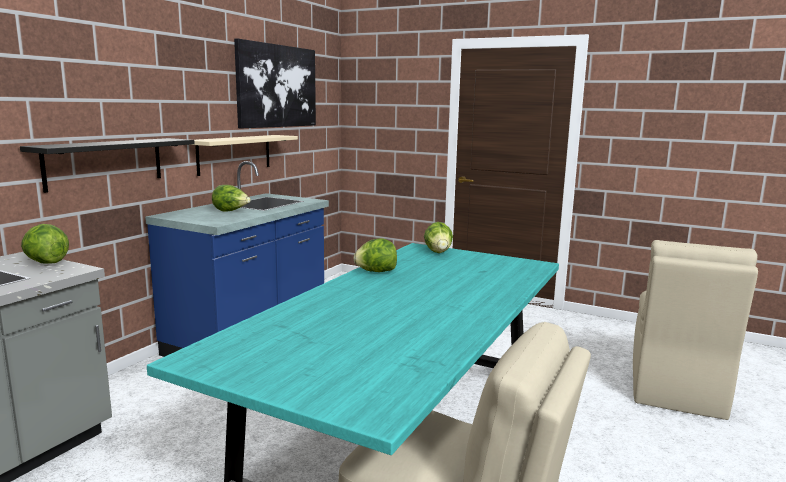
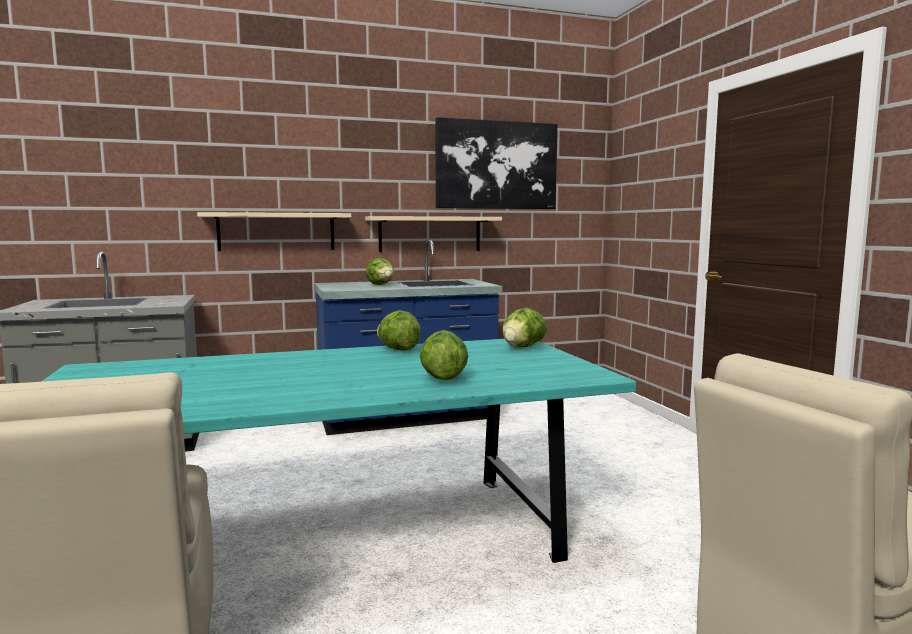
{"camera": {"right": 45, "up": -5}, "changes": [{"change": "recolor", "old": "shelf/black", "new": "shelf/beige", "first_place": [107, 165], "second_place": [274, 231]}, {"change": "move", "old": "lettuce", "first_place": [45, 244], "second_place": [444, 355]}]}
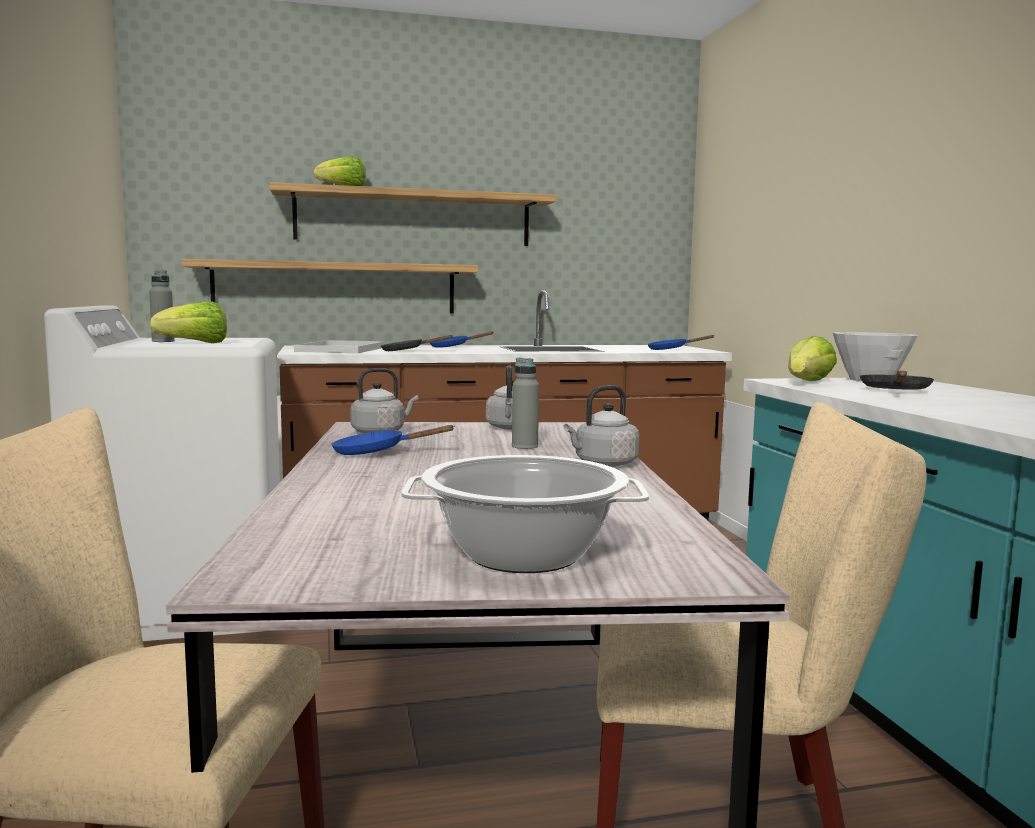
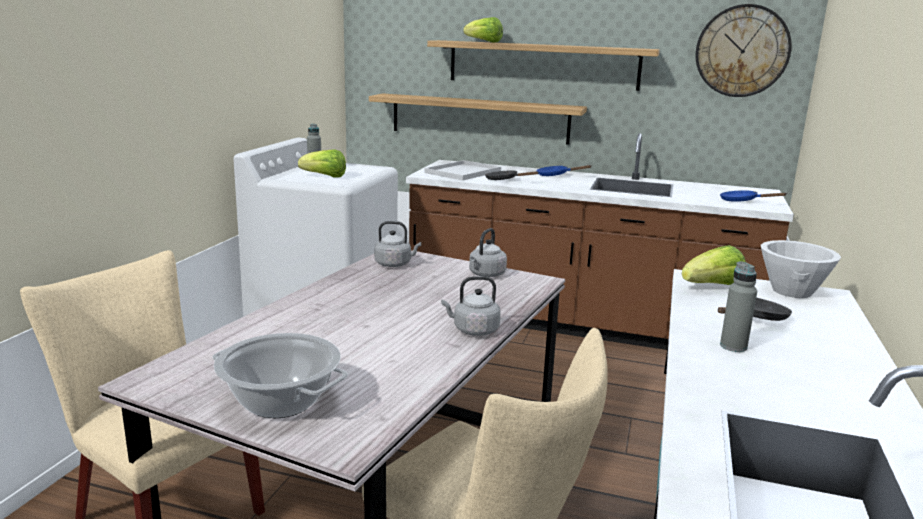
{"camera": {"right": 30, "up": 10}, "changes": [{"change": "delete", "old": "frying pan/blue", "first_place": [393, 440]}, {"change": "move", "old": "bottle/grey", "first_place": [525, 403], "second_place": [738, 306]}, {"change": "insert", "new": "wall clock", "second_place": [744, 50]}]}
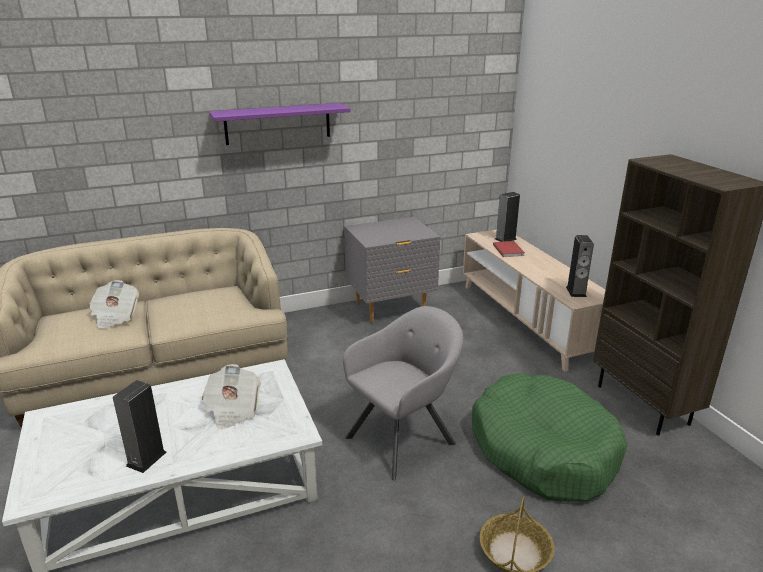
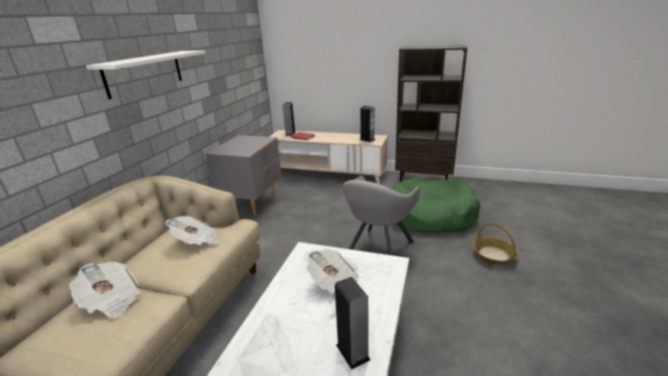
{"camera": {"right": -50, "up": 0}, "changes": [{"change": "recolor", "old": "shelf/purple", "new": "shelf/white", "first_place": [280, 124], "second_place": [145, 74]}, {"change": "rotate", "old": "armchair/grey", "first_place": [403, 393], "second_place": [381, 216], "degrees": -150}, {"change": "insert", "new": "newspaper", "second_place": [192, 230]}]}
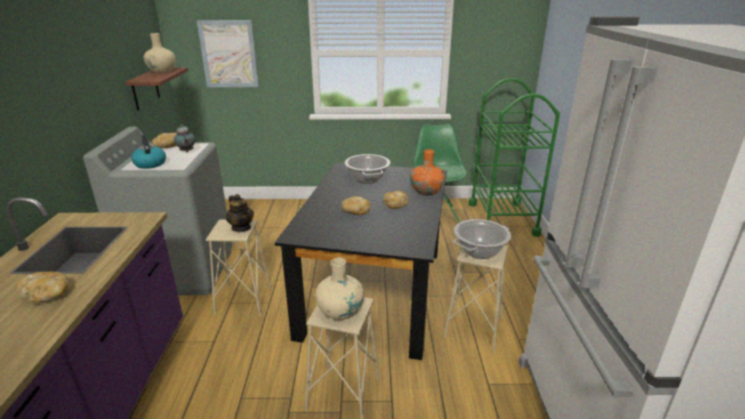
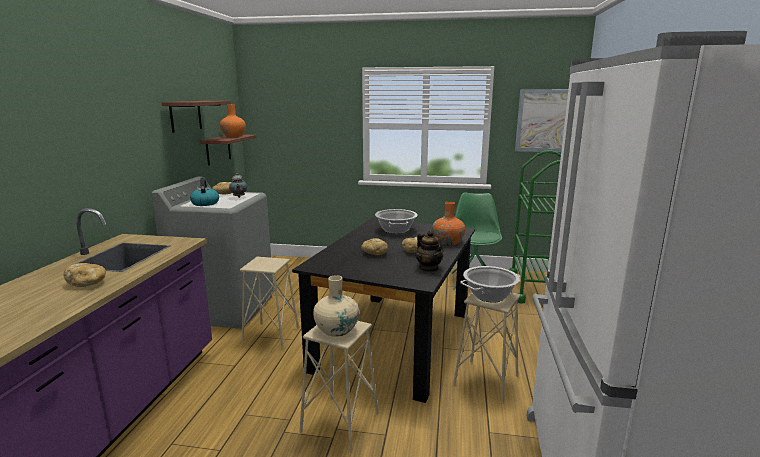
{"camera": {"right": 10, "up": -10}, "changes": [{"change": "recolor", "old": "vase/beige", "new": "vase/orange", "first_place": [159, 53], "second_place": [233, 120]}, {"change": "move", "old": "picture", "first_place": [228, 53], "second_place": [541, 120]}, {"change": "move", "old": "teapot", "first_place": [240, 213], "second_place": [429, 251]}, {"change": "insert", "new": "shelf", "second_place": [196, 117]}]}
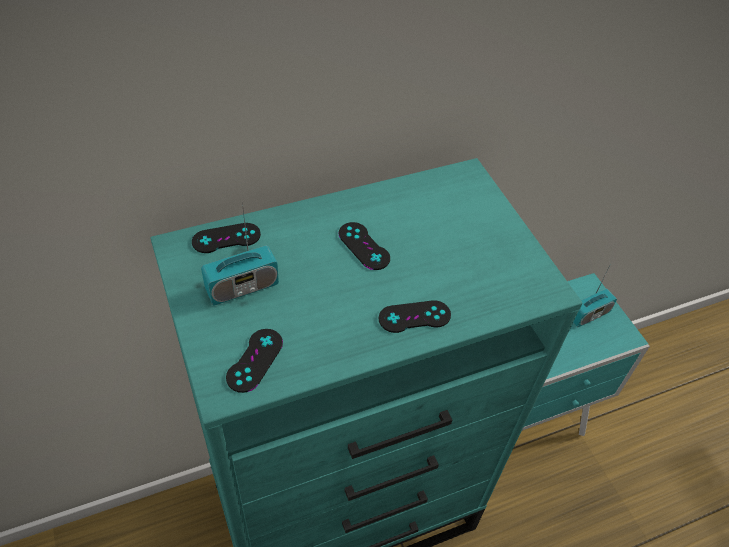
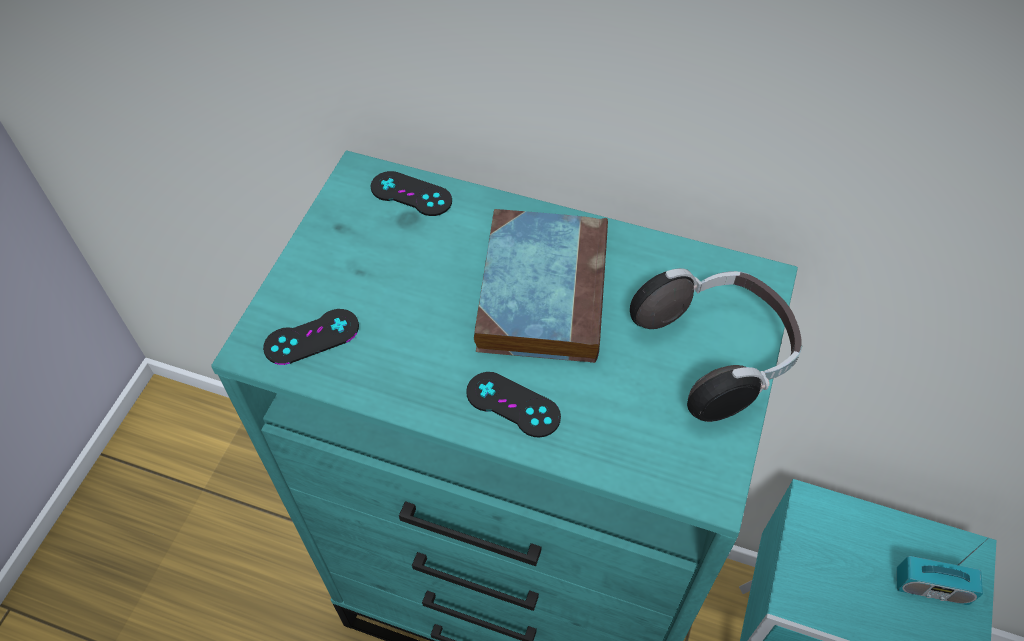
{"camera": {"right": 45, "up": 5}, "changes": [{"change": "delete", "old": "radio", "first_place": [240, 253]}, {"change": "replace", "old": "game controller/black", "new": "book", "first_place": [364, 246], "second_place": [541, 286]}, {"change": "insert", "new": "headphones", "second_place": [716, 345]}]}
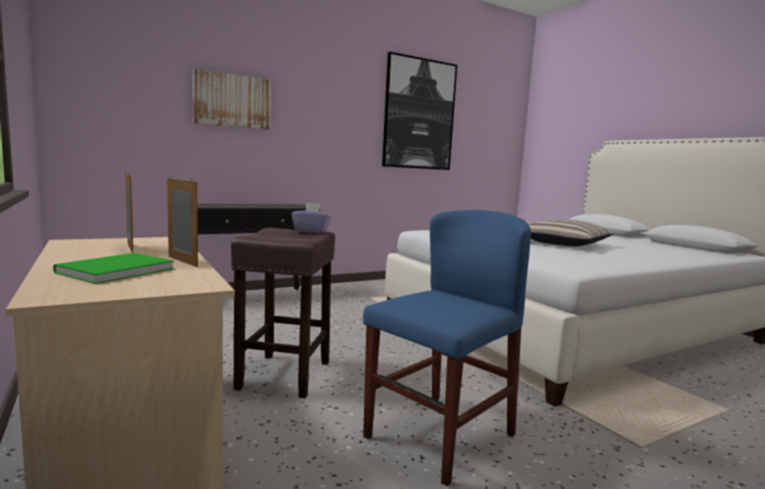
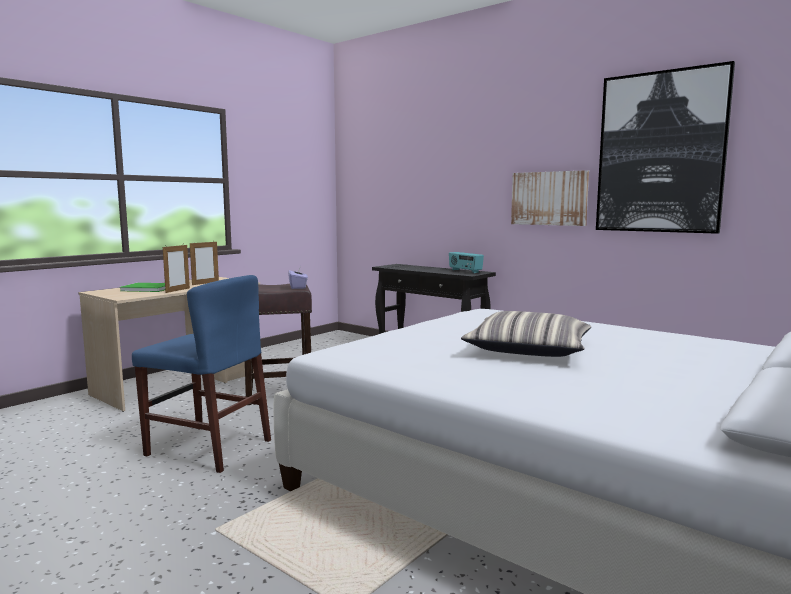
{"camera": {"right": 70, "up": 0}, "changes": [{"change": "move", "old": "picture", "first_place": [232, 99], "second_place": [550, 198]}, {"change": "insert", "new": "radio", "second_place": [466, 262]}]}
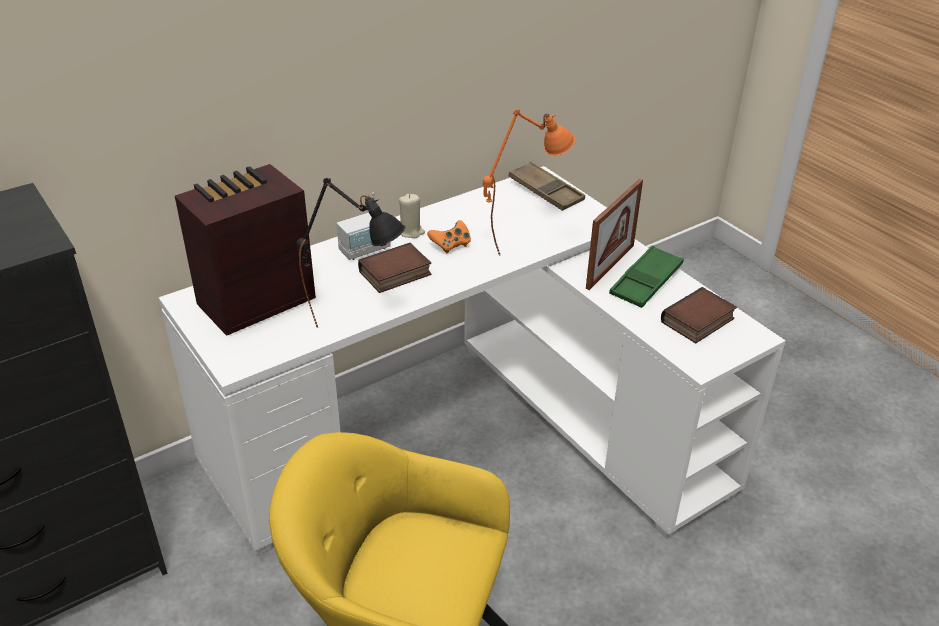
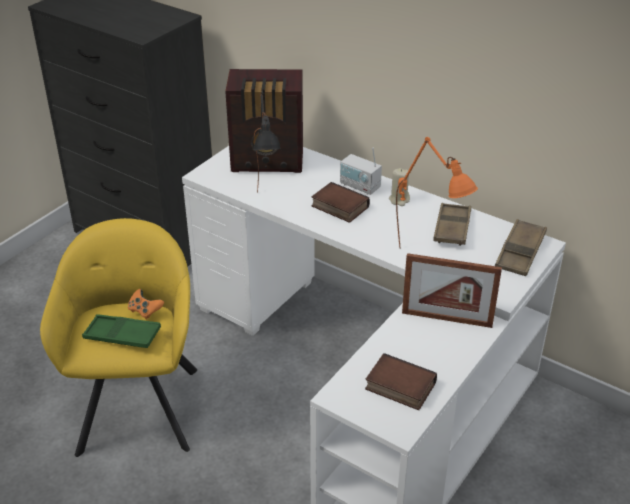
{"camera": {"right": 70, "up": 0}, "changes": [{"change": "rotate", "old": "radio", "first_place": [245, 250], "second_place": [264, 121], "degrees": 150}, {"change": "move", "old": "game controller/orange", "first_place": [449, 237], "second_place": [146, 304]}, {"change": "move", "old": "tray/green", "first_place": [646, 276], "second_place": [121, 331]}, {"change": "insert", "new": "tray/brown", "second_place": [452, 224]}]}
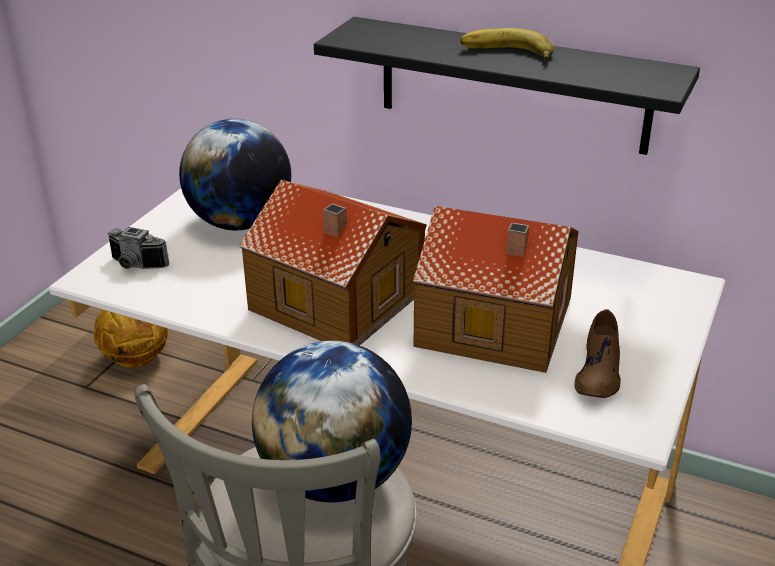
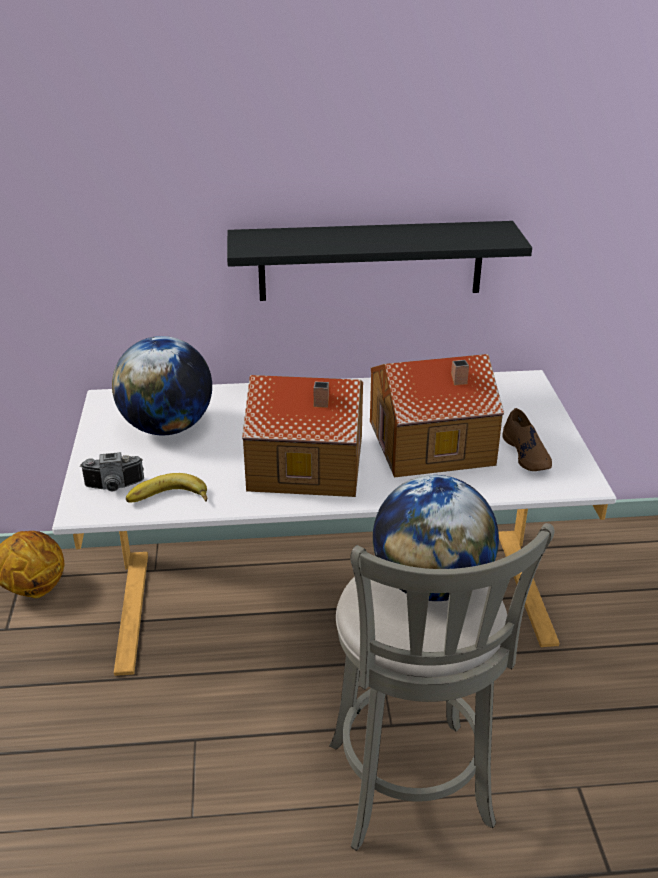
{"camera": {"right": -30, "up": 0}, "changes": [{"change": "move", "old": "banana", "first_place": [507, 44], "second_place": [167, 488]}]}
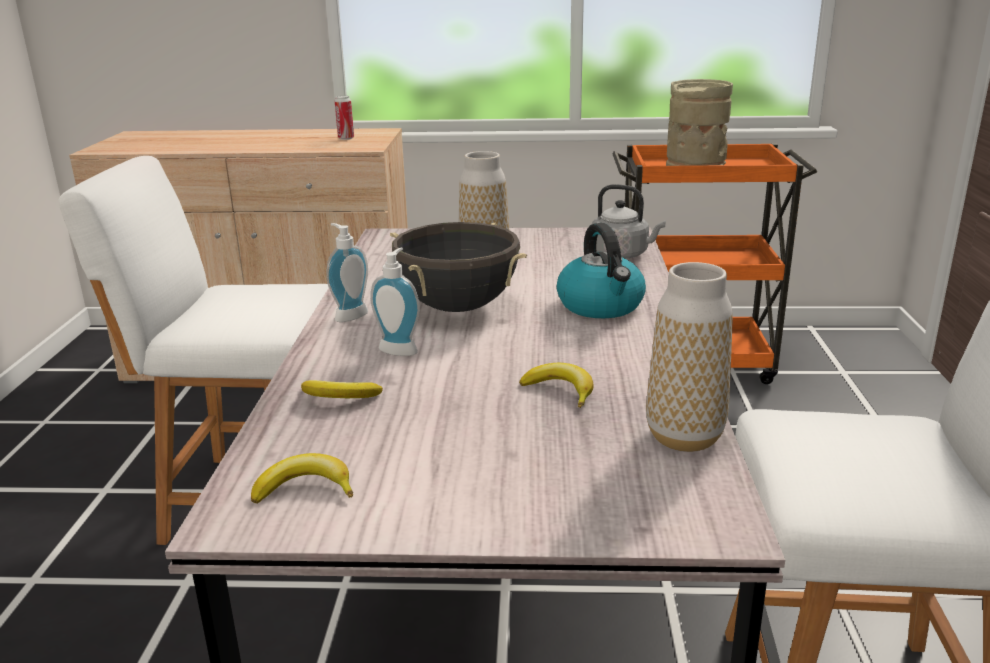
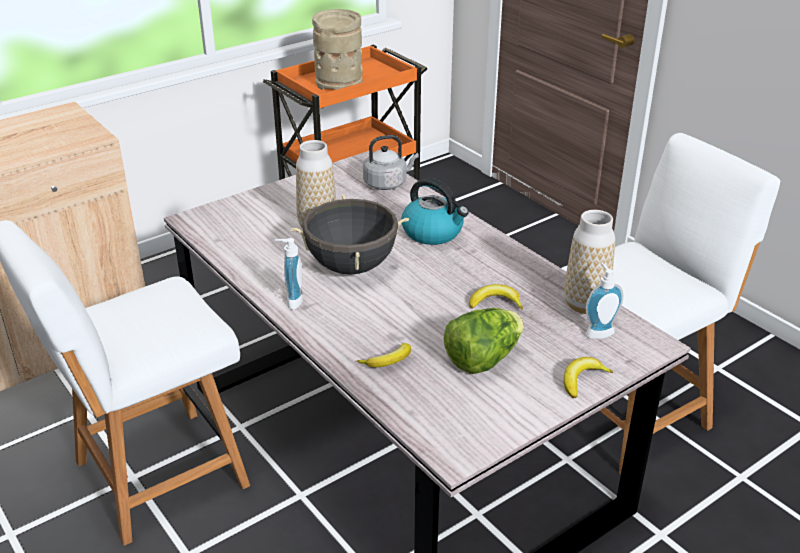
{"camera": {"right": -40, "up": 10}, "changes": [{"change": "move", "old": "banana", "first_place": [302, 478], "second_place": [588, 377]}, {"change": "delete", "old": "can", "first_place": [344, 118]}, {"change": "move", "old": "soap dispenser", "first_place": [395, 302], "second_place": [604, 301]}, {"change": "insert", "new": "lettuce", "second_place": [484, 341]}]}
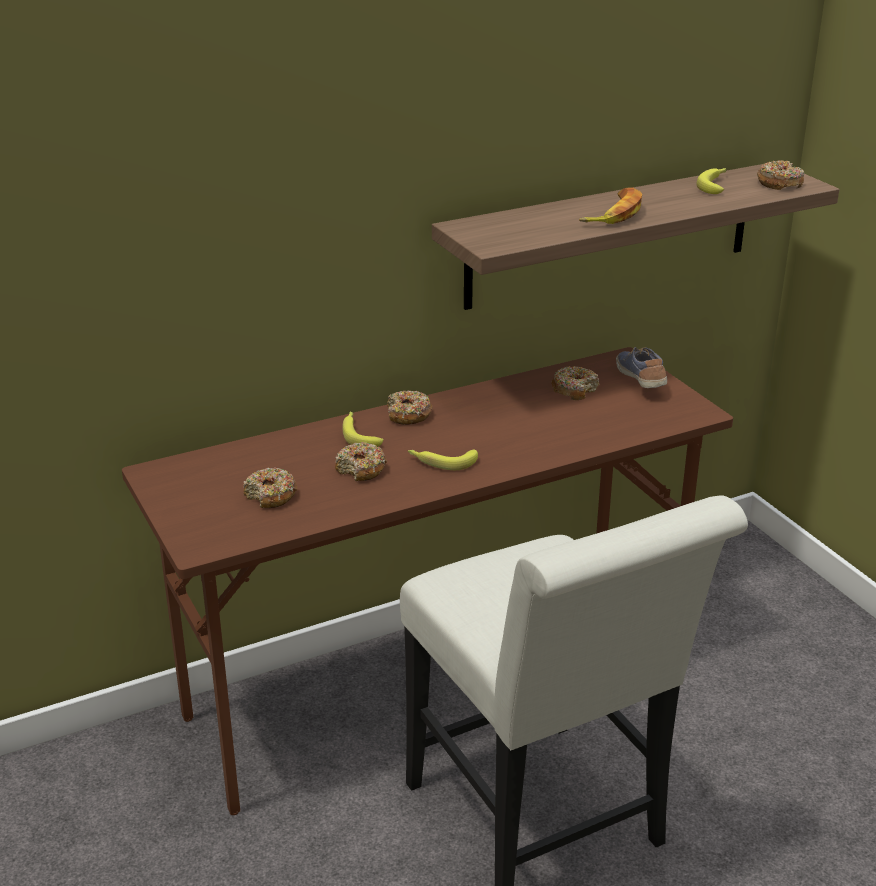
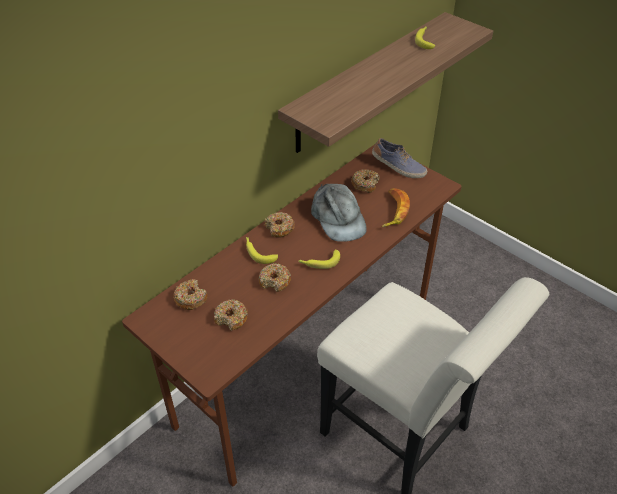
{"camera": {"right": -20, "up": 15}, "changes": [{"change": "move", "old": "banana", "first_place": [610, 205], "second_place": [395, 207]}, {"change": "rotate", "old": "shoe", "first_place": [641, 367], "second_place": [400, 158], "degrees": 150}, {"change": "move", "old": "donut", "first_place": [780, 175], "second_place": [190, 294]}, {"change": "insert", "new": "cap/grey", "second_place": [339, 213]}]}
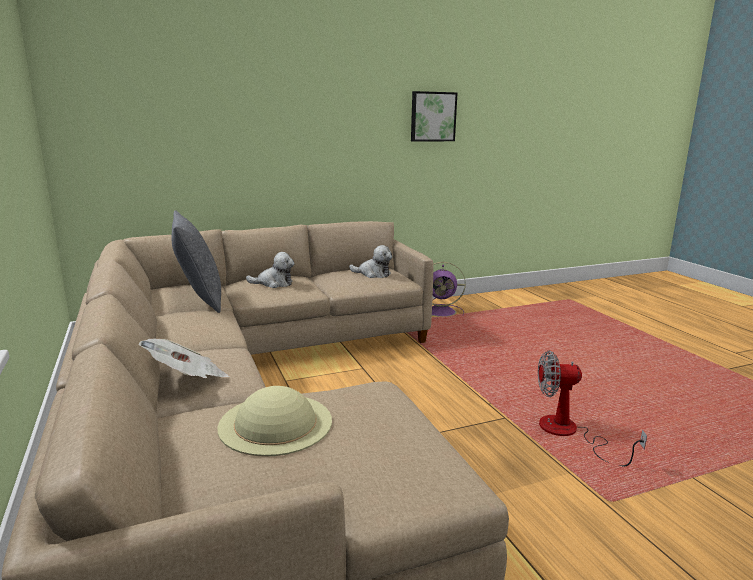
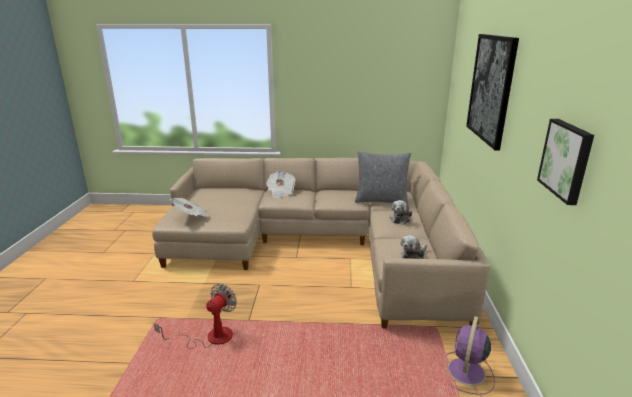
{"camera": {"right": 115, "up": 5}, "changes": [{"change": "delete", "old": "hat/beige", "first_place": [275, 421]}, {"change": "insert", "new": "newspaper", "second_place": [189, 207]}, {"change": "insert", "new": "picture", "second_place": [492, 92]}]}
